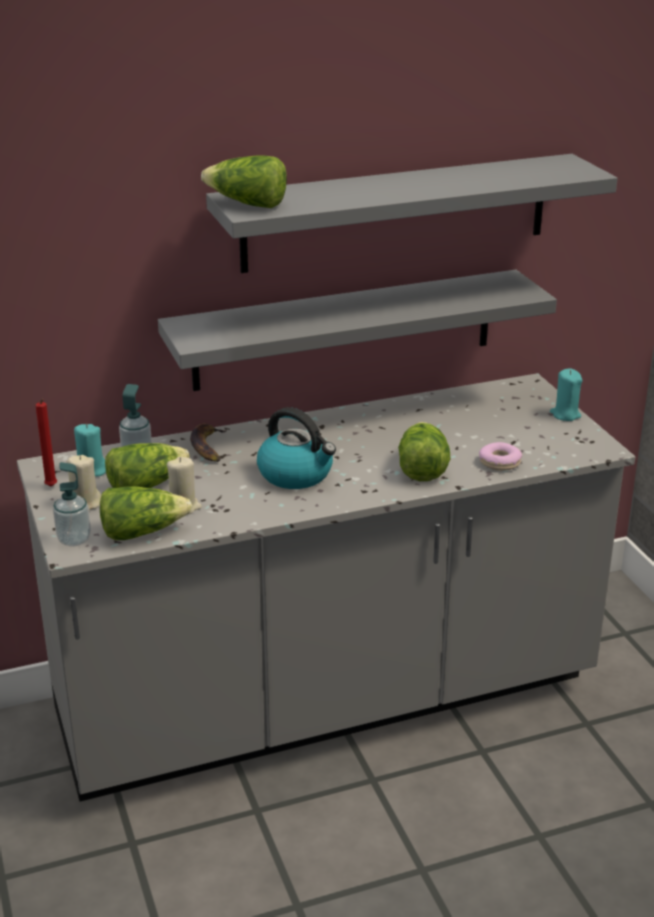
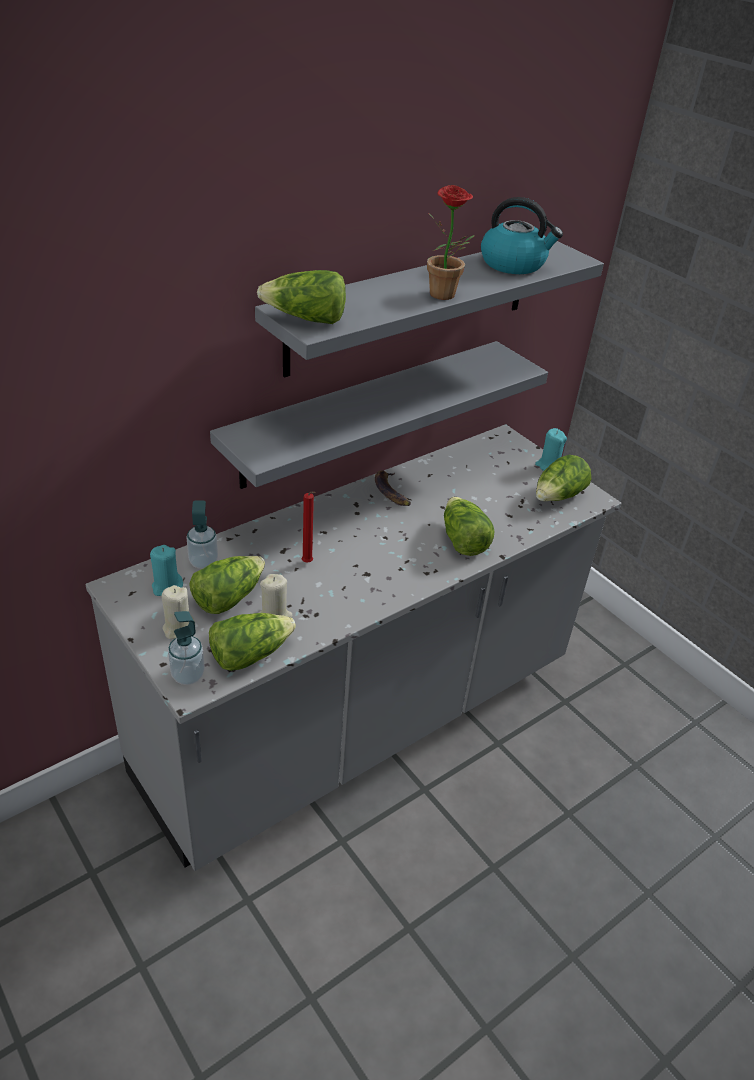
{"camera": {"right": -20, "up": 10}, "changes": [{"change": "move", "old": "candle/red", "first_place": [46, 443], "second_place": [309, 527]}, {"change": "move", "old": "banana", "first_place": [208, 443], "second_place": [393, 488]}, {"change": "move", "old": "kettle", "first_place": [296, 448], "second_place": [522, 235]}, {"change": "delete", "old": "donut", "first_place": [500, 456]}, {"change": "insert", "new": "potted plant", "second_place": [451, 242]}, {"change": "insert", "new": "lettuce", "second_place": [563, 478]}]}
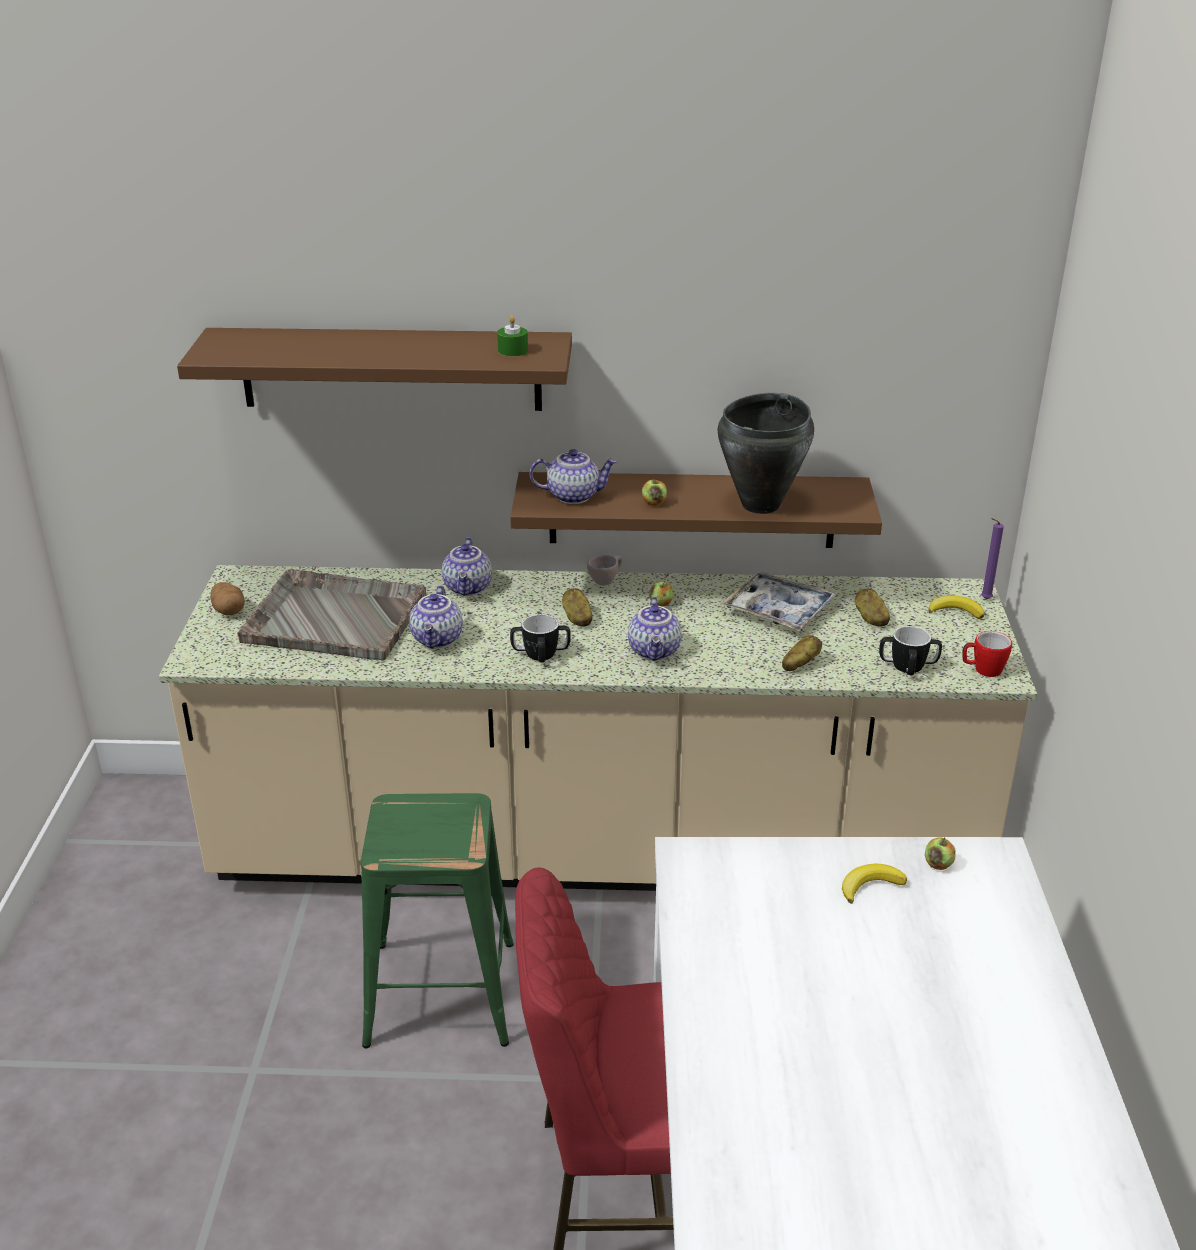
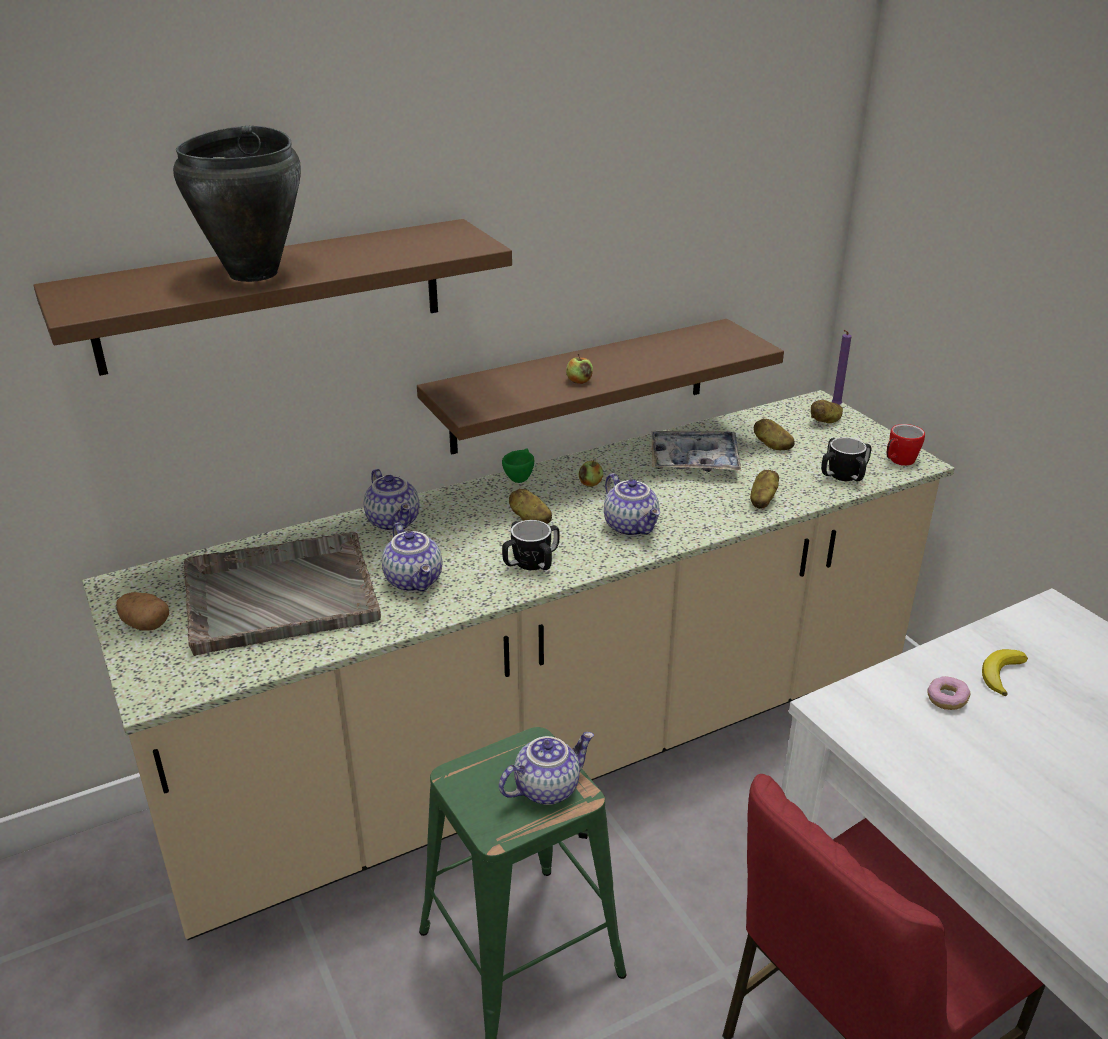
{"camera": {"right": -30, "up": 0}, "changes": [{"change": "delete", "old": "candle/green", "first_place": [512, 336]}, {"change": "move", "old": "teapot", "first_place": [573, 476], "second_place": [546, 768]}, {"change": "recolor", "old": "cup/beige", "new": "cup/green", "first_place": [605, 570], "second_place": [518, 465]}, {"change": "move", "old": "cooking pot/black", "first_place": [766, 453], "second_place": [237, 204]}, {"change": "delete", "old": "apple", "first_place": [940, 853]}, {"change": "replace", "old": "banana", "new": "potato", "first_place": [956, 607], "second_place": [827, 411]}, {"change": "insert", "new": "donut", "second_place": [948, 693]}]}
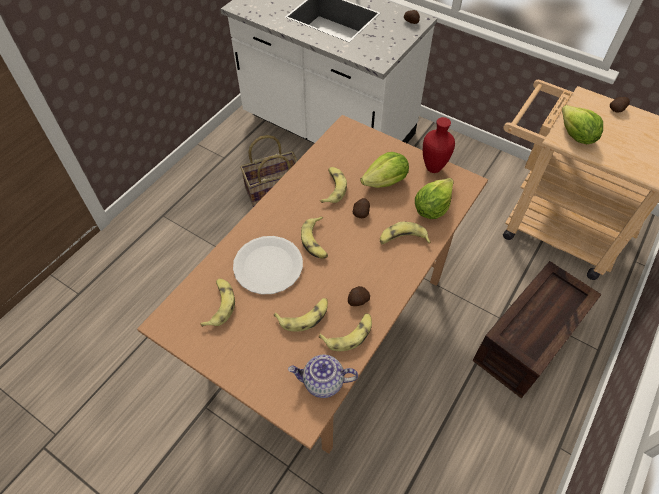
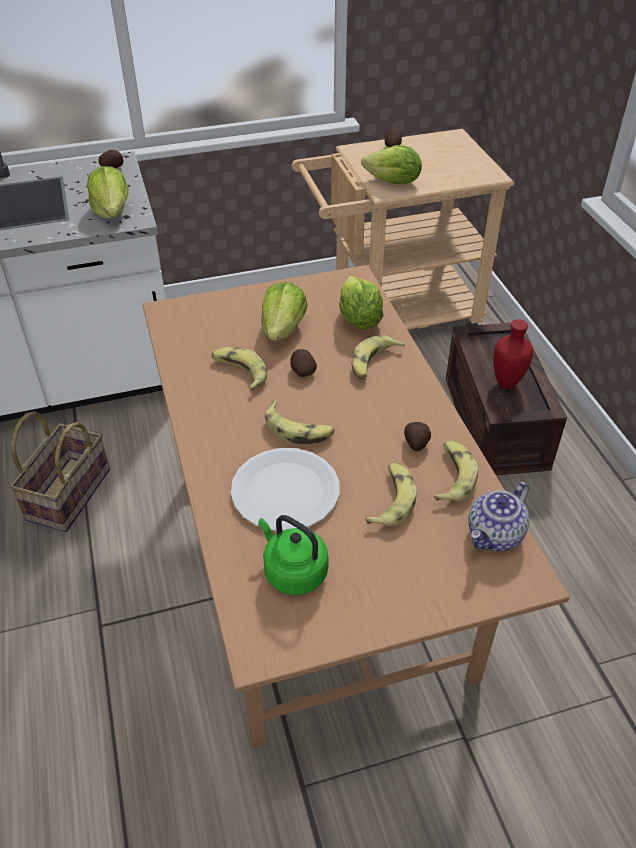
{"camera": {"right": -50, "up": -10}, "changes": [{"change": "replace", "old": "banana", "new": "kettle/green", "first_place": [217, 302], "second_place": [293, 555]}, {"change": "move", "old": "vase/red", "first_place": [439, 145], "second_place": [513, 354]}, {"change": "insert", "new": "lettuce", "second_place": [108, 192]}]}
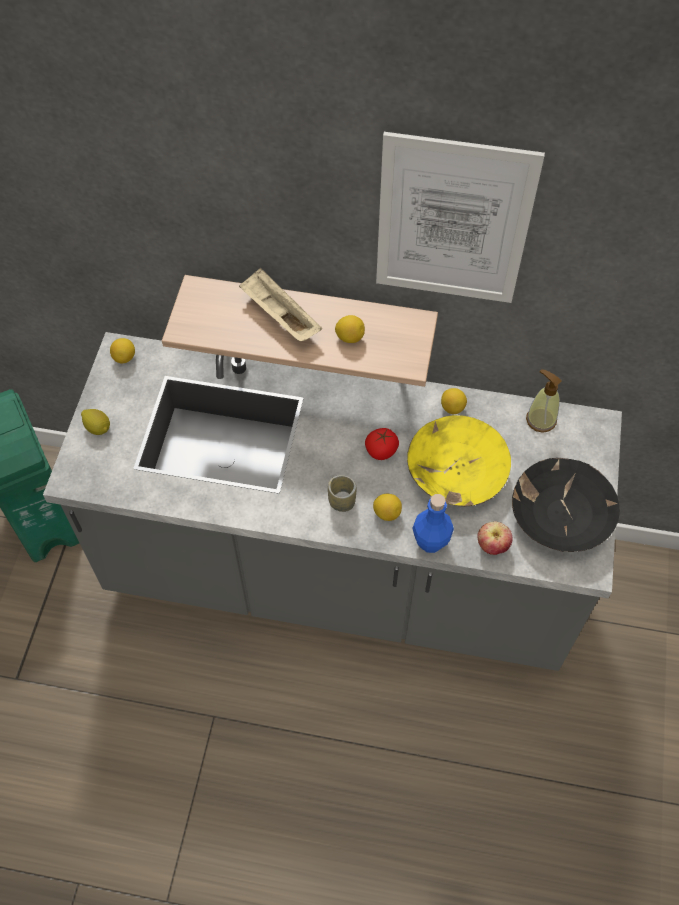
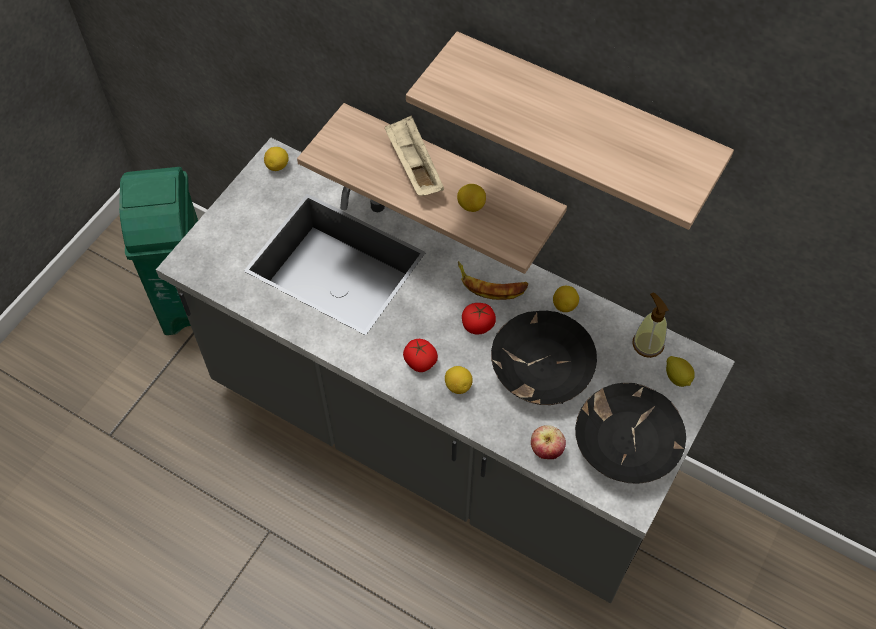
{"camera": {"right": 20, "up": 0}, "changes": [{"change": "move", "old": "lemon", "first_place": [95, 422], "second_place": [680, 371]}, {"change": "replace", "old": "cup", "new": "tomato", "first_place": [342, 493], "second_place": [420, 355]}, {"change": "replace", "old": "picture", "new": "shelf", "first_place": [460, 217], "second_place": [570, 130]}, {"change": "recolor", "old": "bowl/yellow", "new": "bowl/black", "first_place": [459, 461], "second_place": [544, 358]}, {"change": "delete", "old": "bottle/blue", "first_place": [433, 523]}, {"change": "insert", "new": "banana", "second_place": [493, 280]}]}
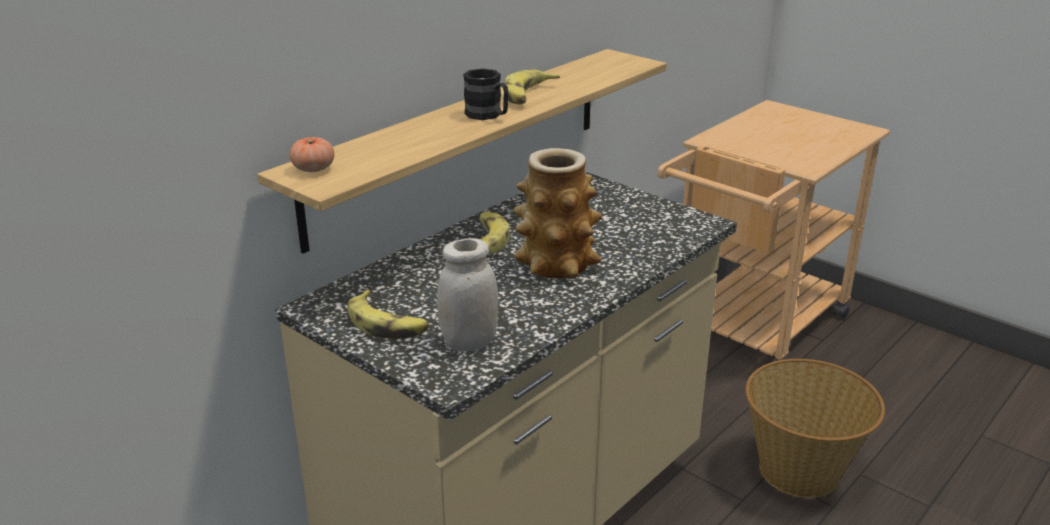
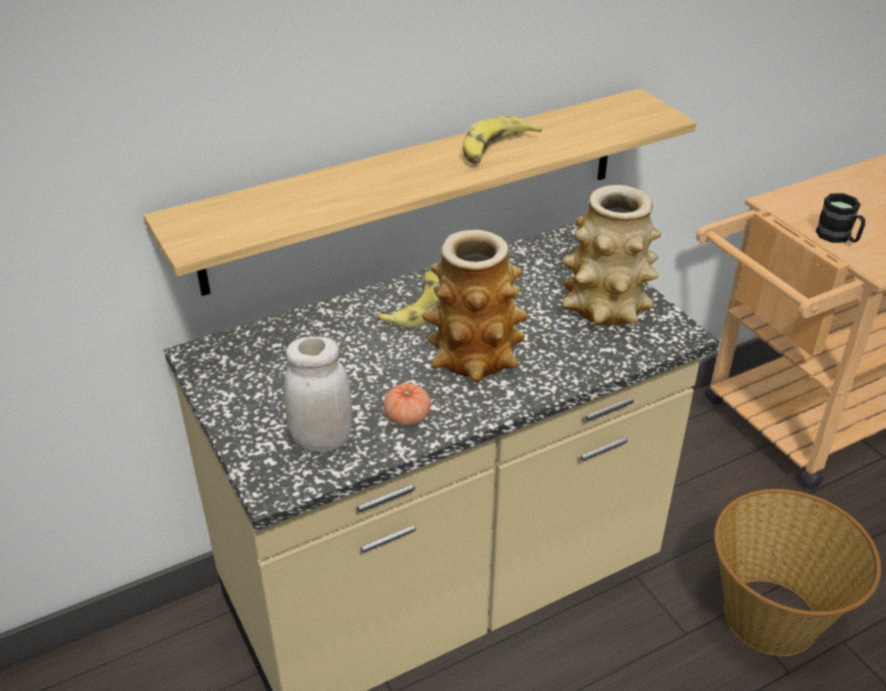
{"camera": {"right": 20, "up": 10}, "changes": [{"change": "move", "old": "tomato", "first_place": [312, 154], "second_place": [407, 404]}, {"change": "delete", "old": "banana", "first_place": [388, 314]}, {"change": "move", "old": "mug/black", "first_place": [486, 94], "second_place": [840, 218]}, {"change": "insert", "new": "vase", "second_place": [611, 255]}]}
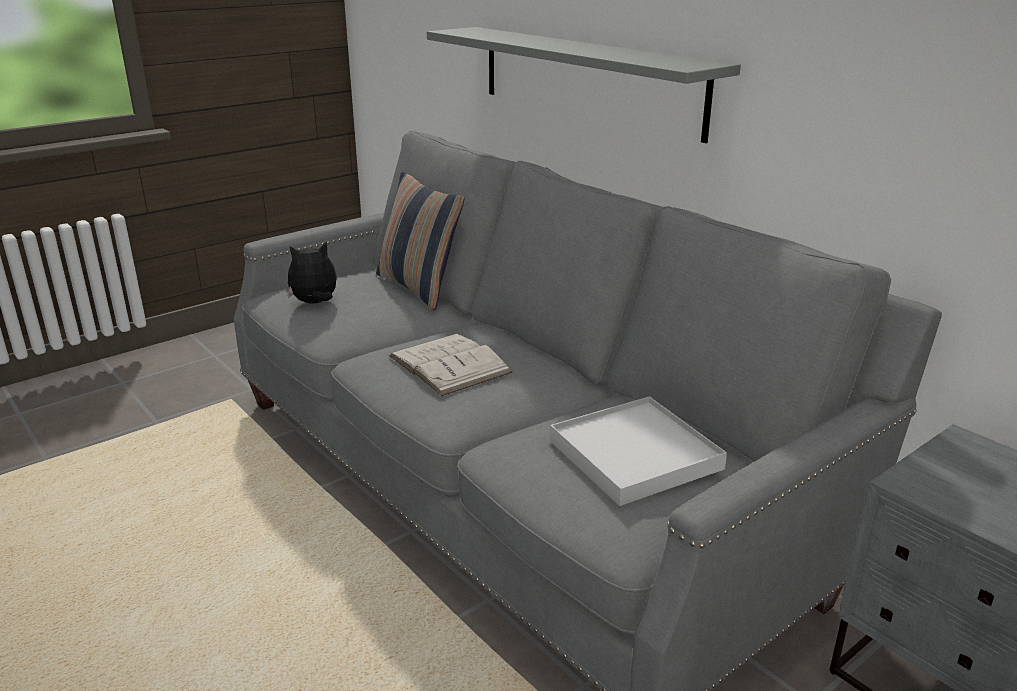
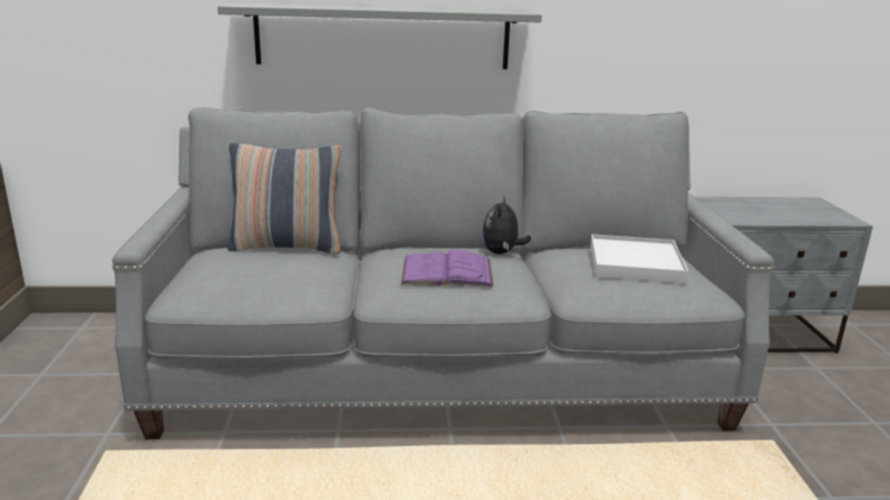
{"camera": {"right": -55, "up": -5}, "changes": [{"change": "move", "old": "plush toy", "first_place": [311, 272], "second_place": [506, 225]}, {"change": "recolor", "old": "book/white", "new": "book/purple", "first_place": [451, 365], "second_place": [447, 268]}]}
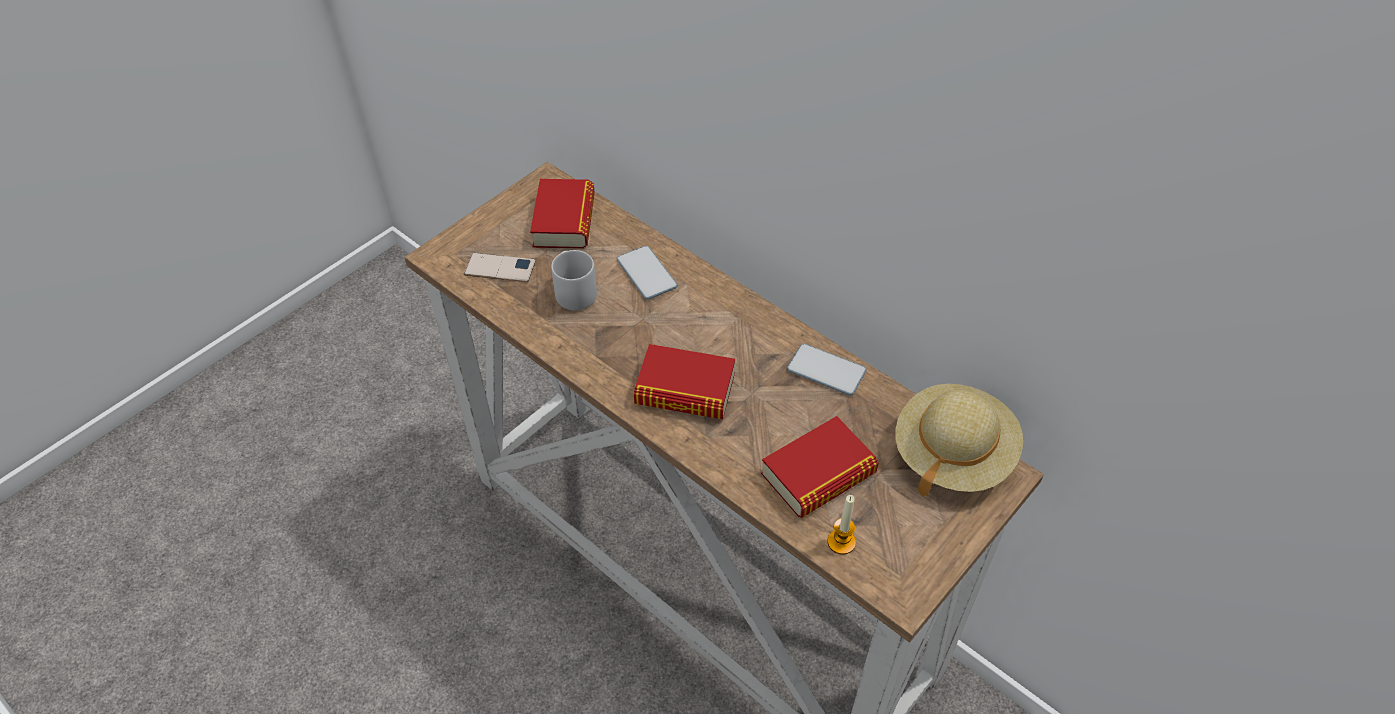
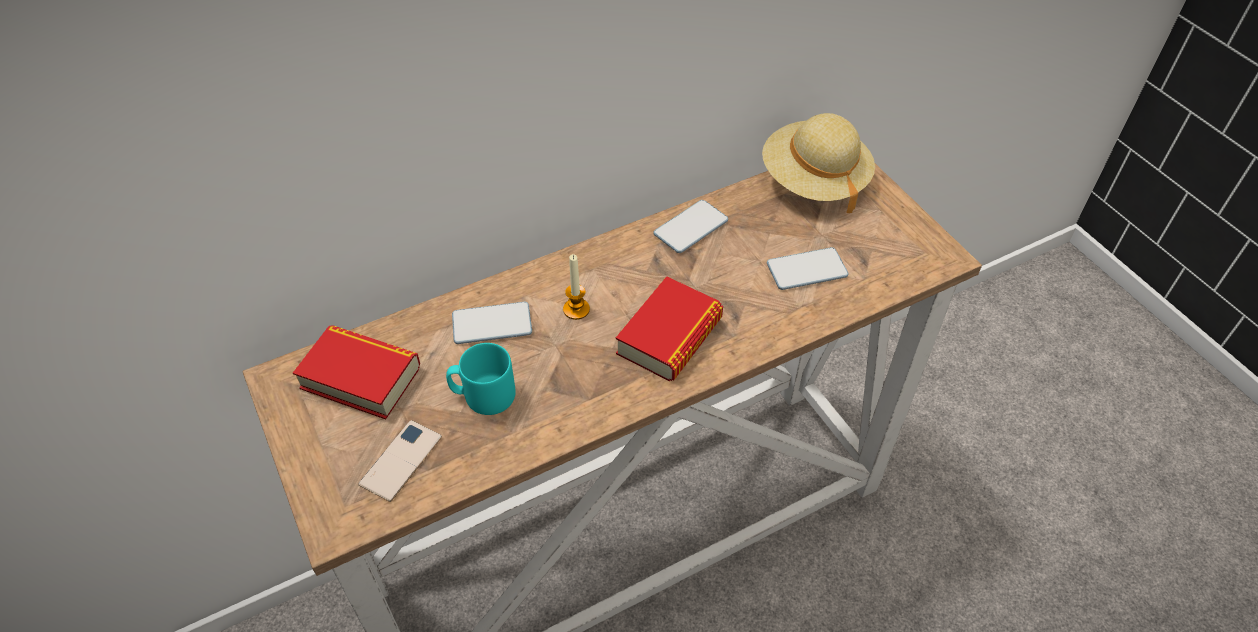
{"camera": {"right": -70, "up": 0}, "changes": [{"change": "recolor", "old": "mug/grey", "new": "mug/turquoise", "first_place": [574, 280], "second_place": [481, 379]}, {"change": "replace", "old": "book", "new": "phone", "first_place": [819, 467], "second_place": [808, 268]}, {"change": "move", "old": "candle", "first_place": [842, 525], "second_place": [576, 287]}]}
